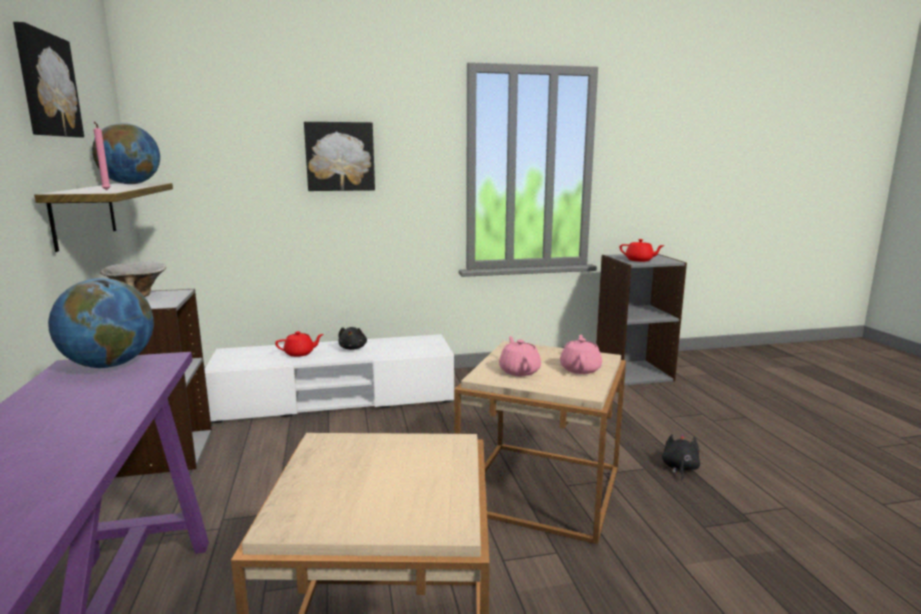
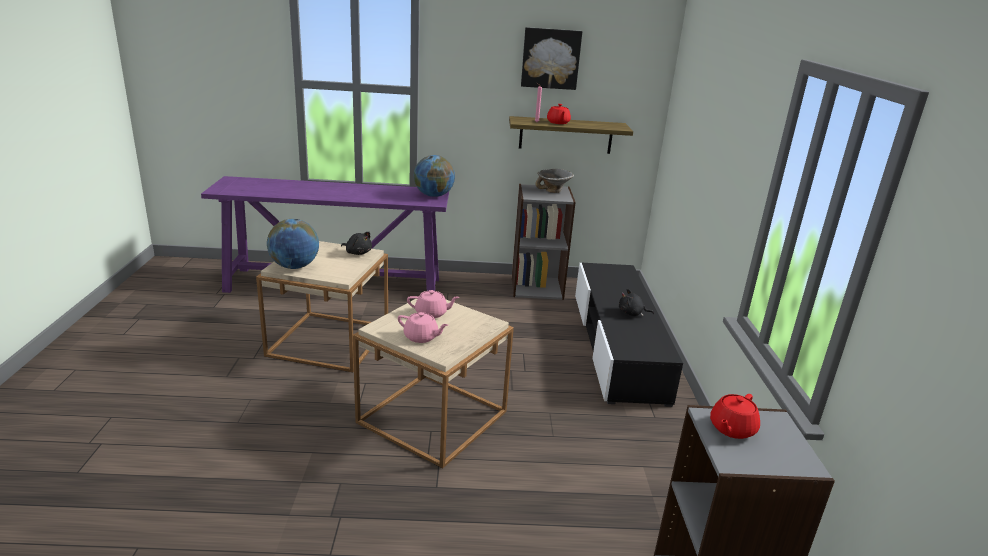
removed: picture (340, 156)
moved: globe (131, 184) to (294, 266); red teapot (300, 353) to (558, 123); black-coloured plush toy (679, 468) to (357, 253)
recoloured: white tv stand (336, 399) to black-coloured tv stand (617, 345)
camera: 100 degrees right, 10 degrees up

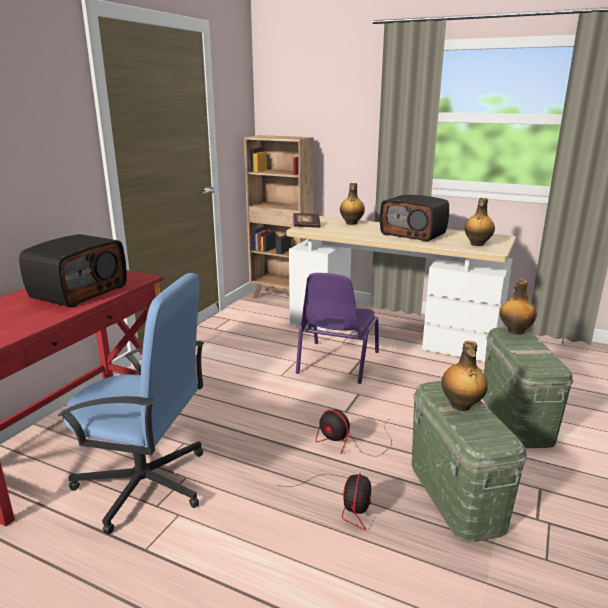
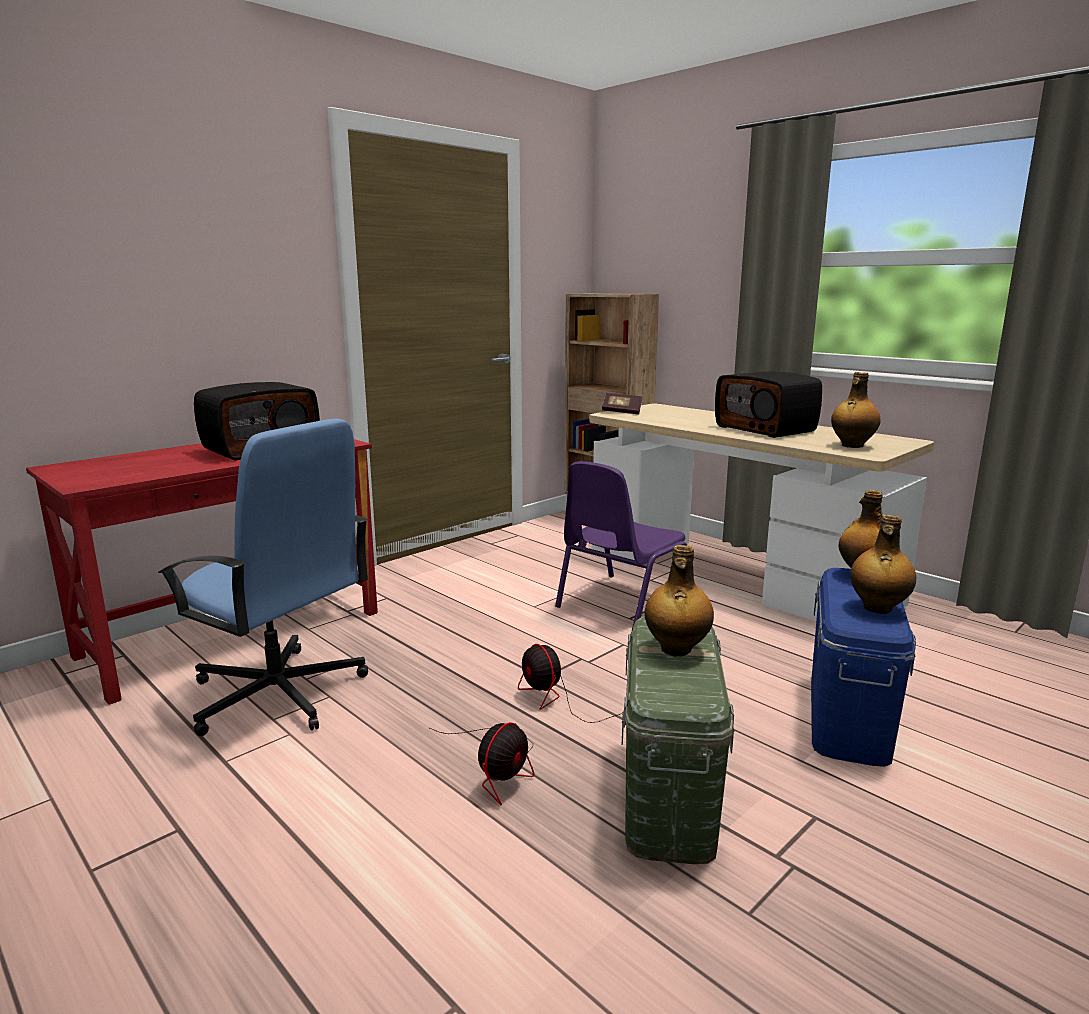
moved: drink bottle (351, 223) to (877, 608)
recoloured: greenish storage bin (516, 418) to blue storage bin (849, 717)
camera: 20 degrees right, 5 degrees down

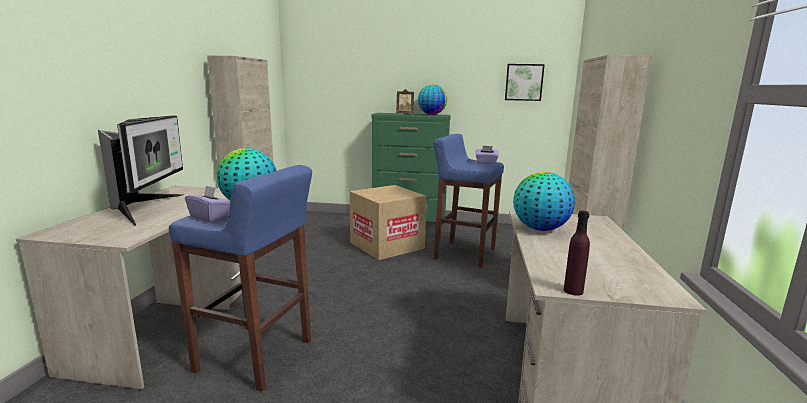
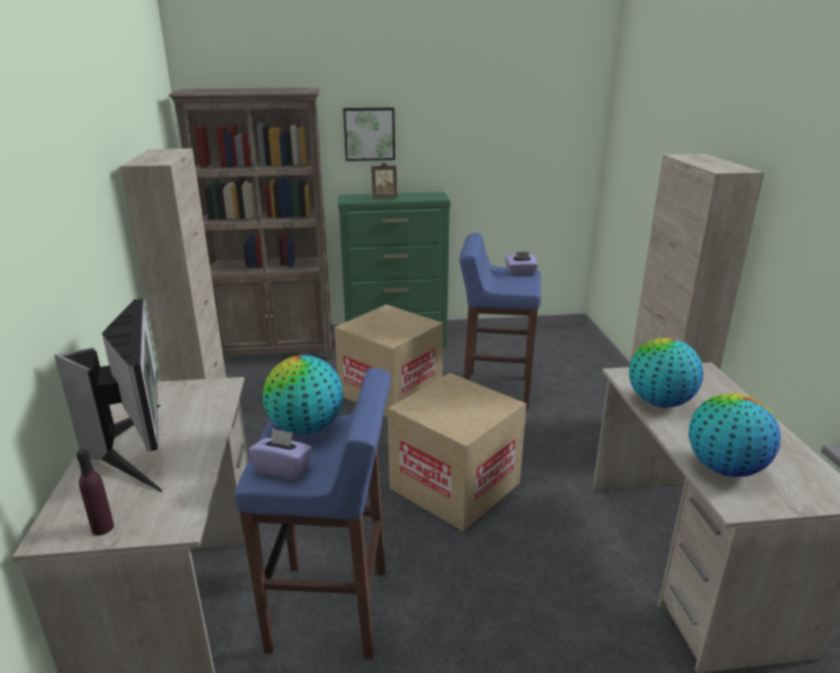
added: brown-coloured shelving unit (276, 352); cardboard box (455, 485)
moved: globe (431, 114) to (724, 468); picture (524, 82) to (369, 134); purple drink bottle (573, 291) to (102, 528)
camera: 15 degrees left, 10 degrees up

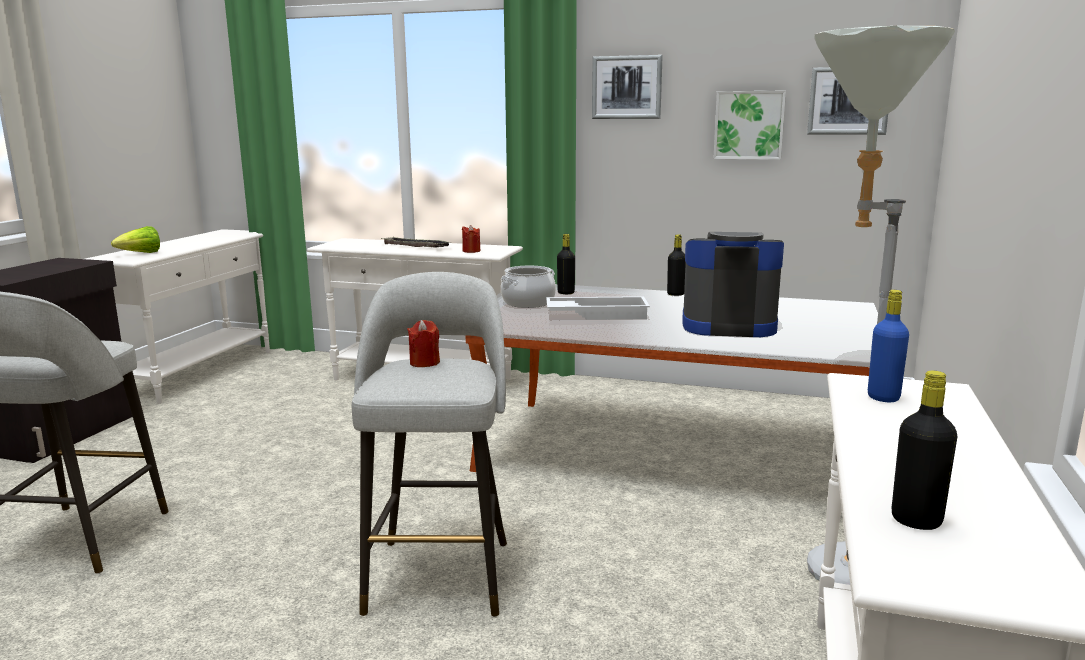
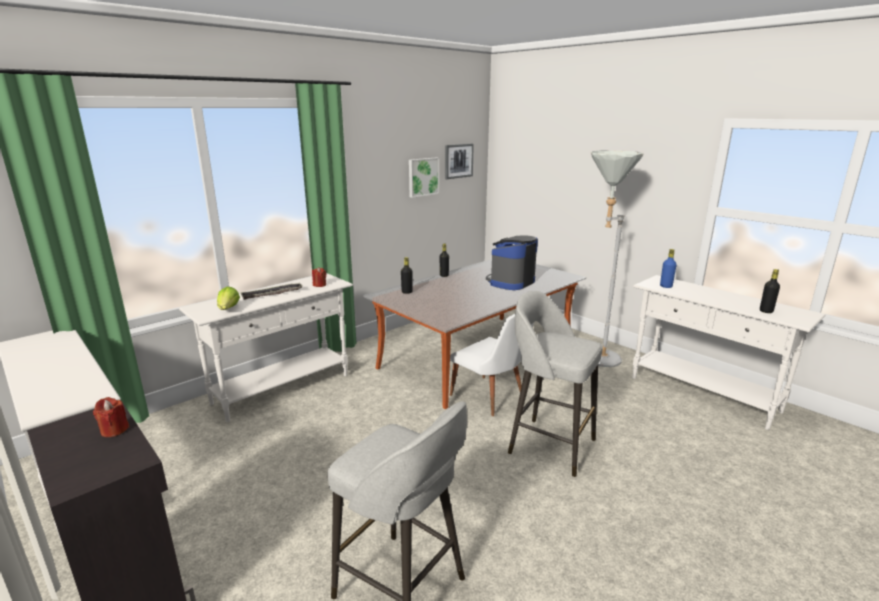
removed: cooking pot (528, 302); white serving tray (597, 314); picture (626, 87)
added: white plain chair (492, 399)
moved: lettuce (141, 254) to (228, 309); red wax light (424, 363) to (114, 430)
camera: 60 degrees left, 5 degrees up

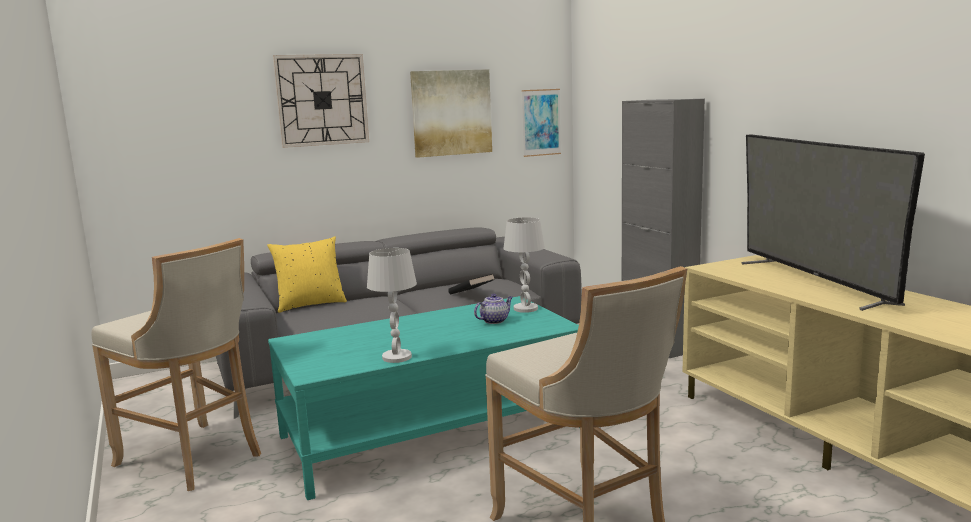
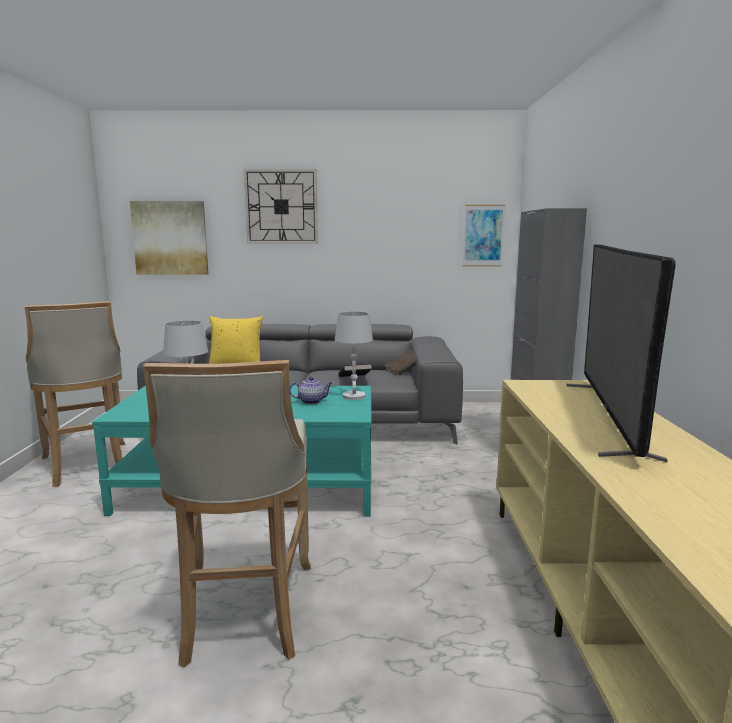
added: brown-coloured volume (404, 371)
moved: picture (451, 113) to (170, 238)
camera: 25 degrees right, 0 degrees up

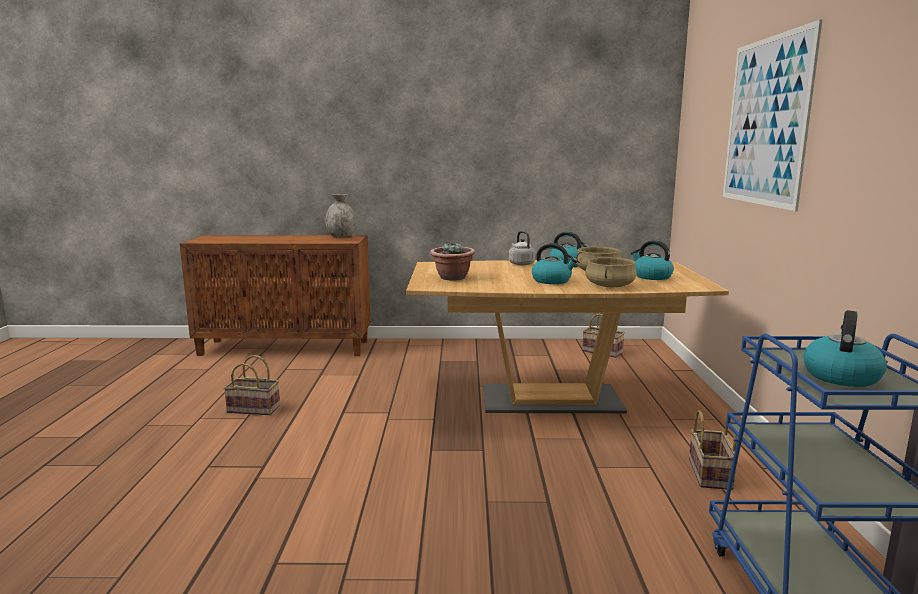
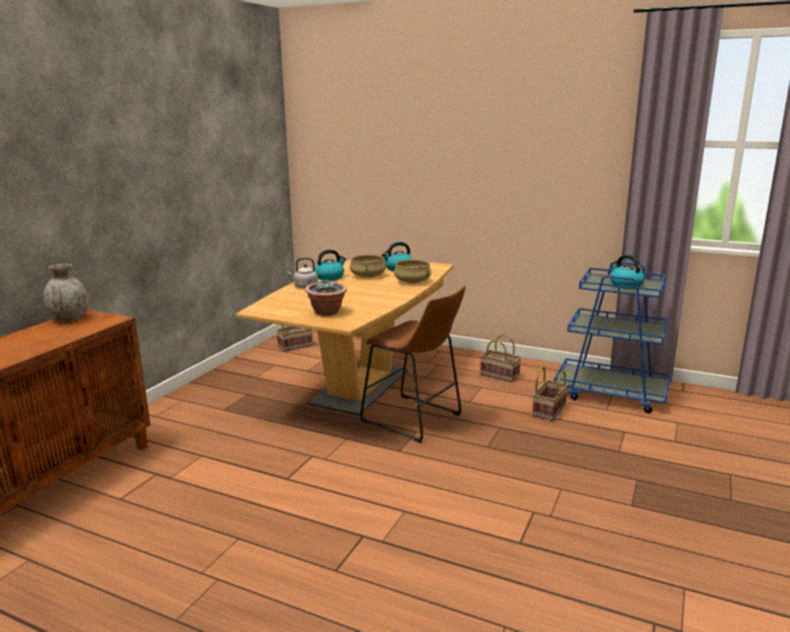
removed: water kettle (552, 281); picture (765, 122)
added: brown-coloured stool seat (415, 420)
moved: basket (255, 409) to (548, 410)
camera: 65 degrees left, 5 degrees up

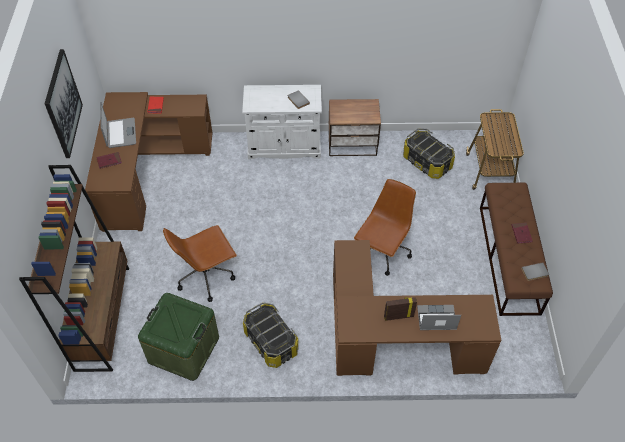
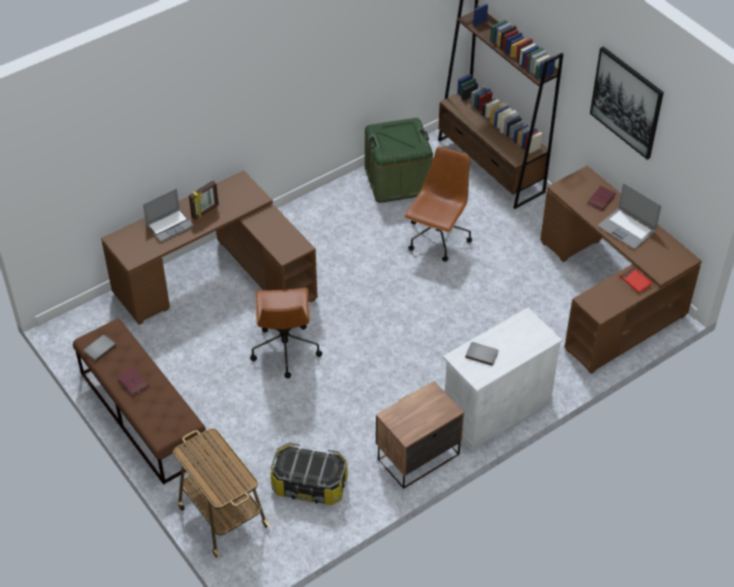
removed: storage bin (271, 342)
camera: 145 degrees right, 5 degrees down

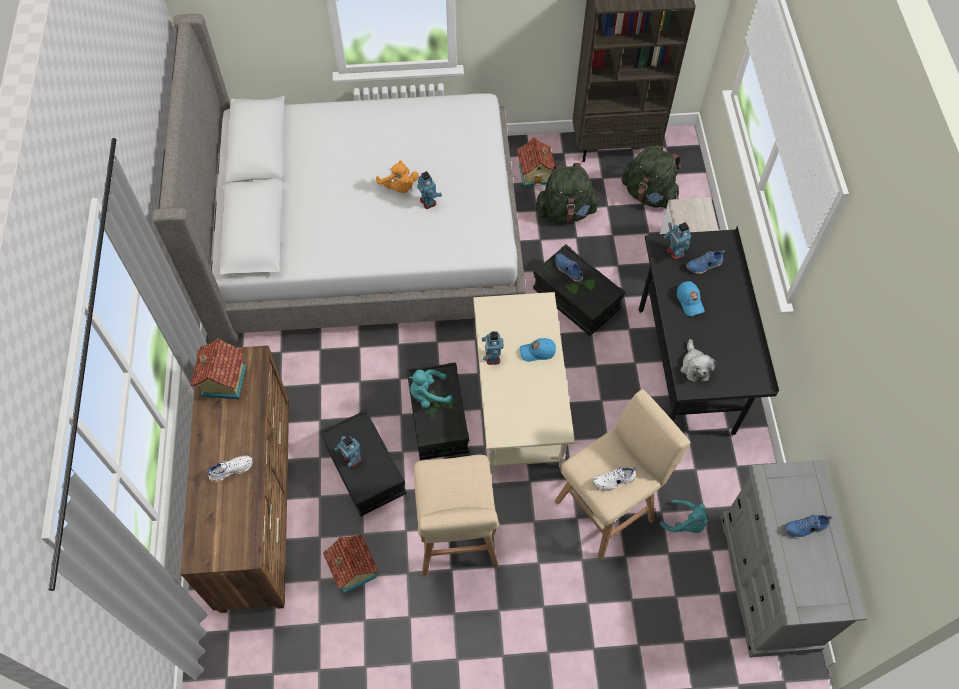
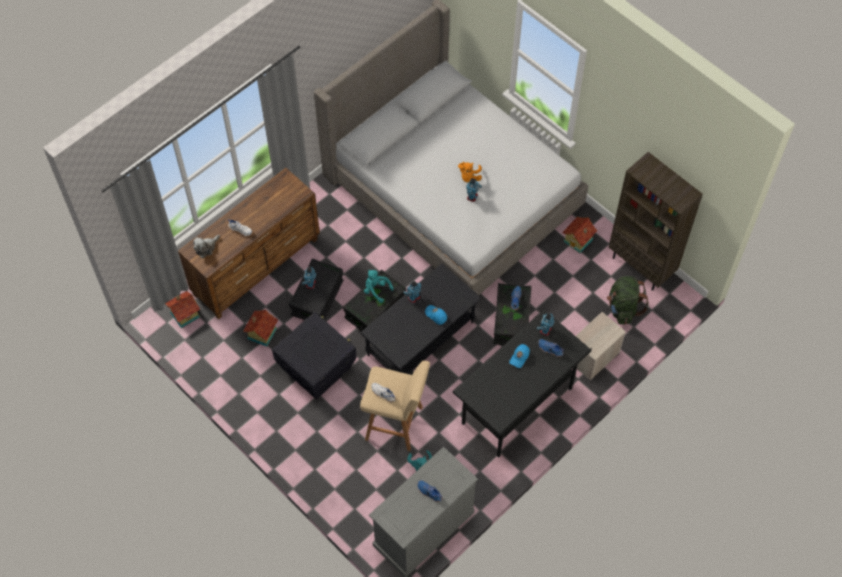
removed: greenish rucksack (565, 212)
moved: model house (223, 381) to (184, 314); plush toy (695, 366) to (206, 248)
replaced: beige-coloured stool seat (457, 541) to black-coloured storage bin (316, 368)
recoloured: beige-coloured coffee table (520, 402) to black-coloured coffee table (421, 339)
camera: 50 degrees right, 0 degrees up

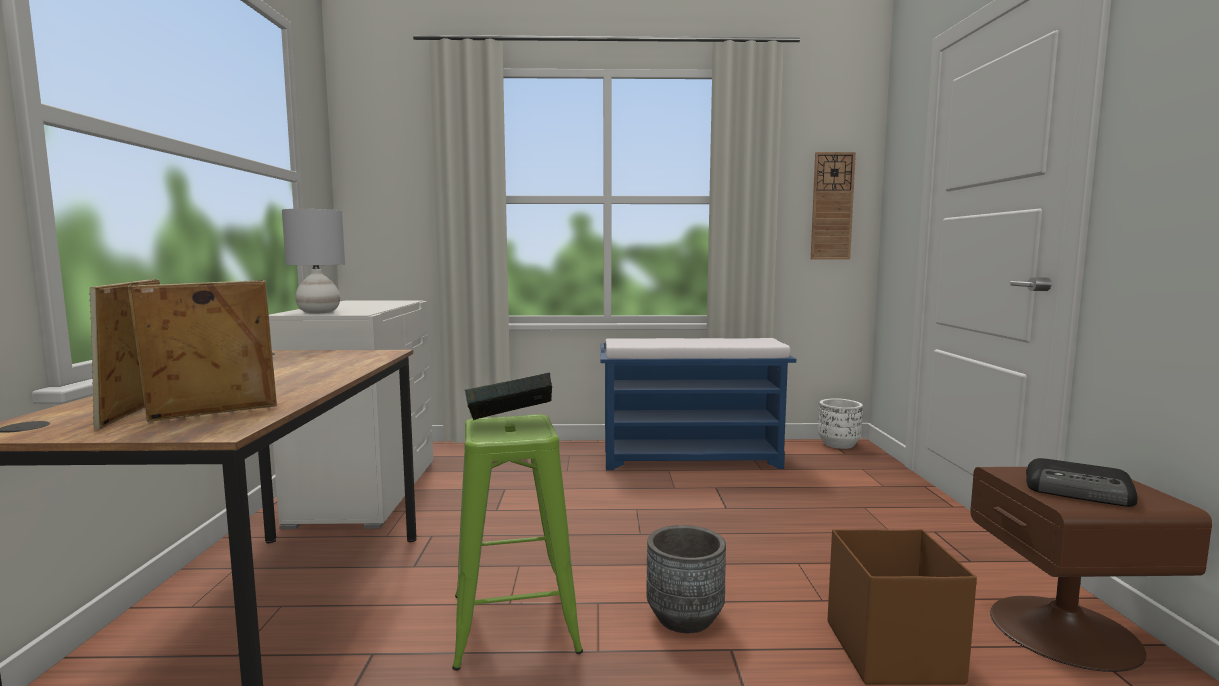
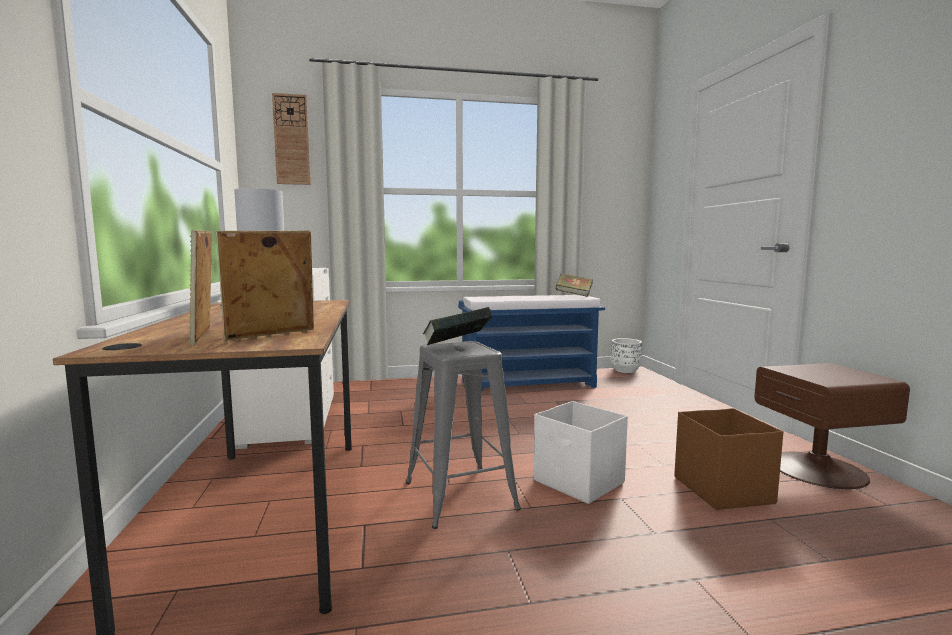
removed: radio (1080, 492)
added: volume (574, 295)
moved: clock on the wall (832, 206) to (291, 140)
replaced: greyish flower pot (685, 618) to white storage bin (579, 482)
recoloured: greenish stool seat (514, 621) to greyish stool seat (460, 495)
camera: 10 degrees left, 0 degrees up

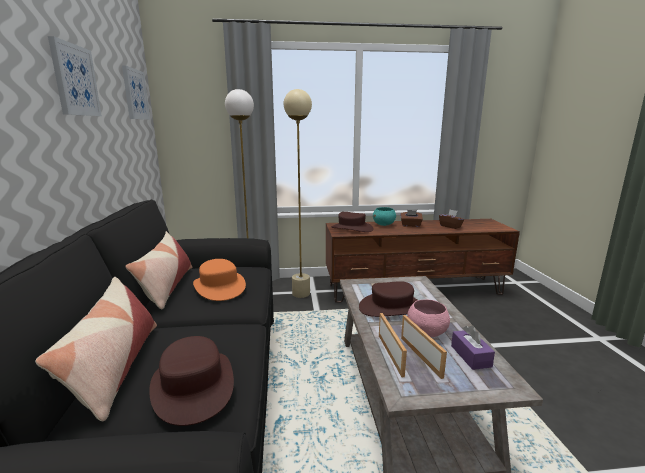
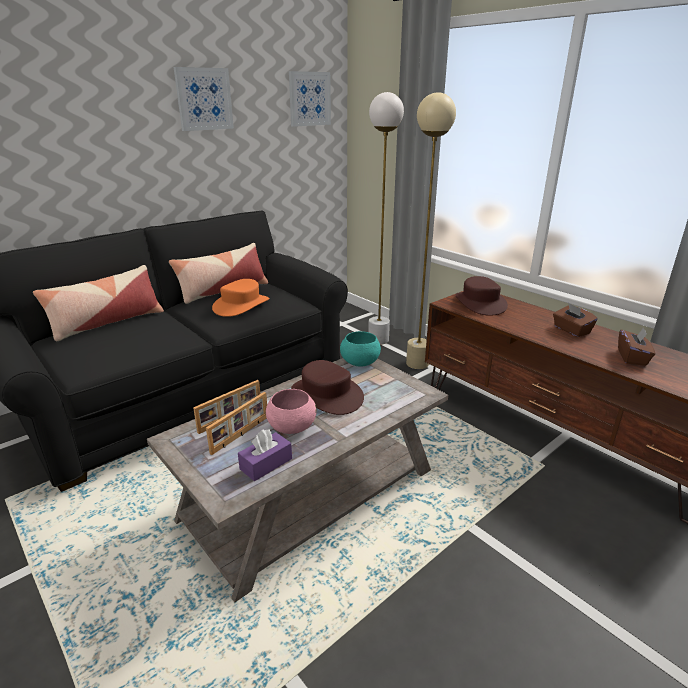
removed: brown-coloured wearable hat (193, 386)
moved: turquoise-coloured bowl (384, 224) to (360, 363)
camera: 55 degrees right, 10 degrees up

